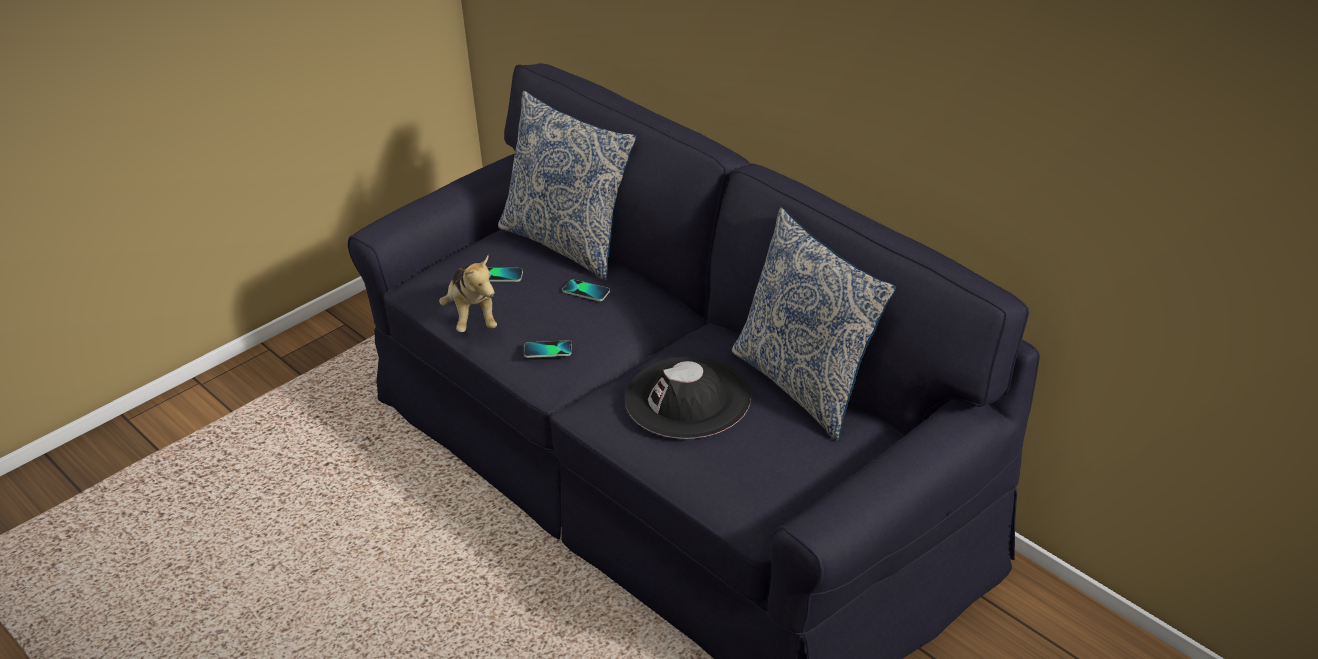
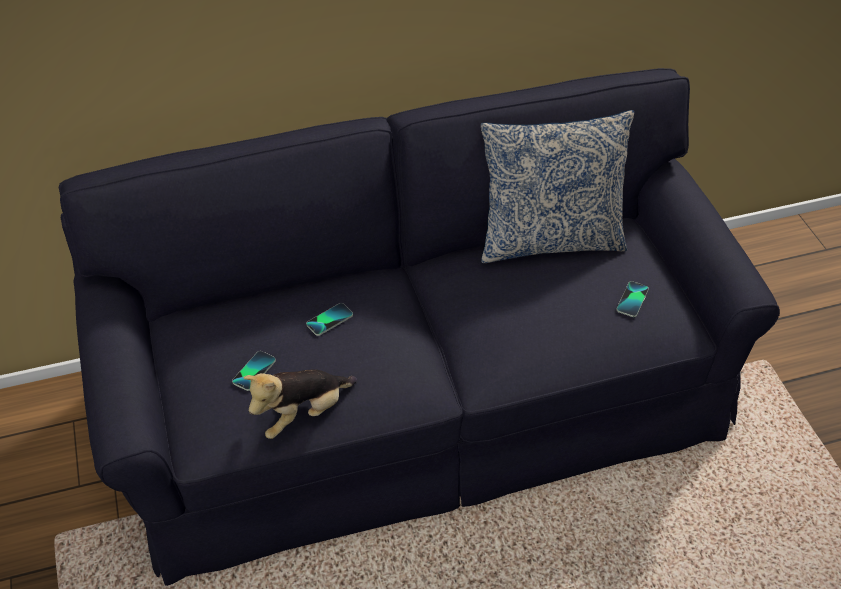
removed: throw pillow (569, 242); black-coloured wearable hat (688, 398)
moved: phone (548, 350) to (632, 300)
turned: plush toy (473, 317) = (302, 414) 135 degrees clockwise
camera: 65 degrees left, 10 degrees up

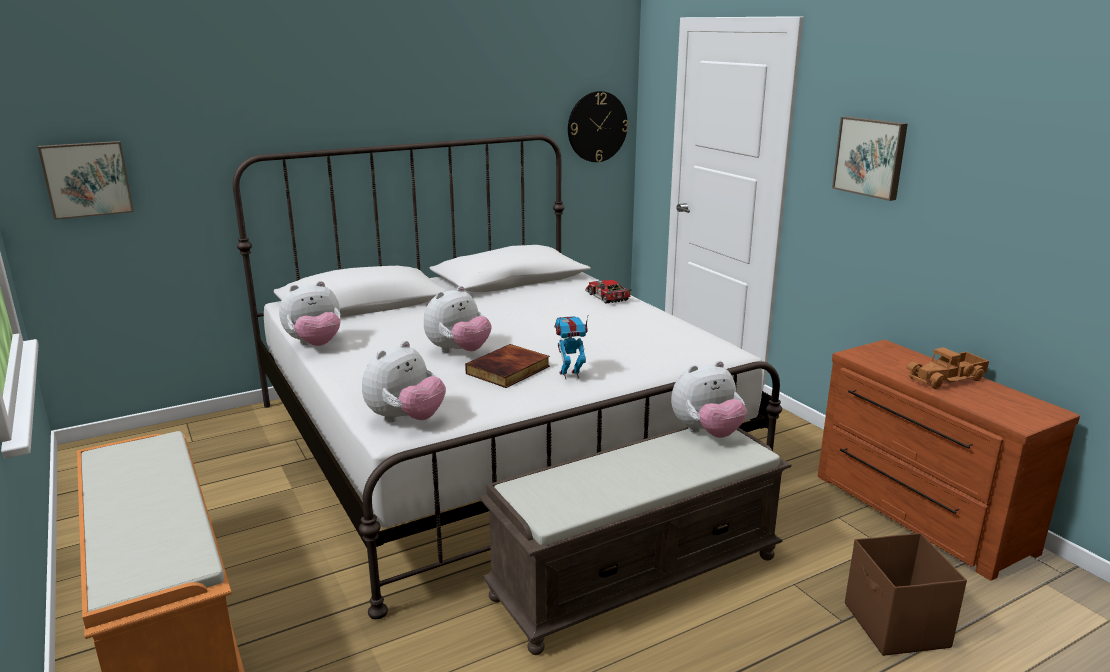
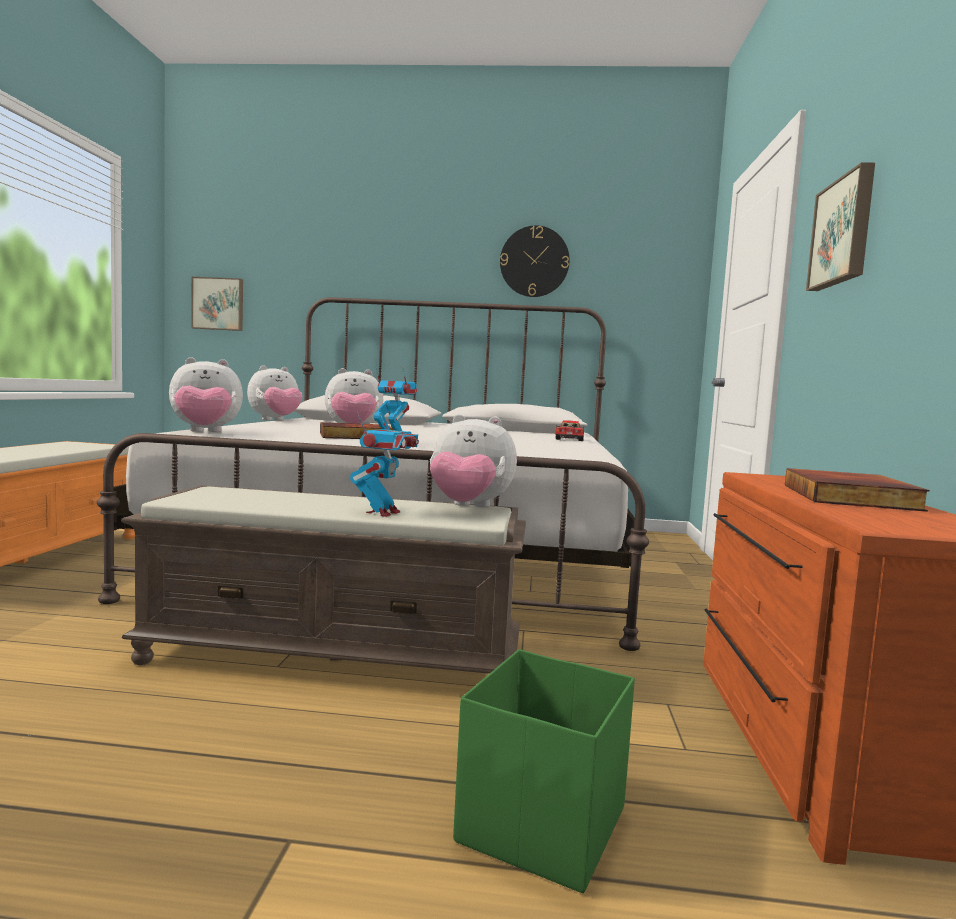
added: model robot (383, 513)
moved: clock on the wall (597, 127) to (534, 261)
replaced: toy truck (947, 379) to volume (852, 497)
recoloured: brown-coloured storage bin (896, 626) to greenish storage bin (540, 826)
turned: plush toy (315, 345) = (275, 420) 45 degrees counterclockwise
camera: 35 degrees right, 15 degrees down

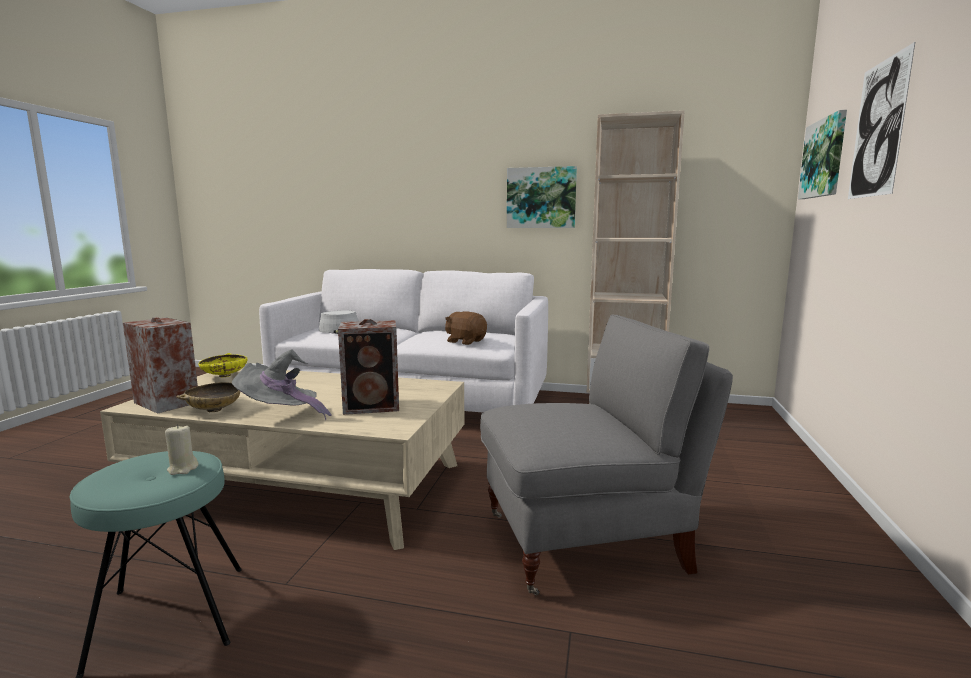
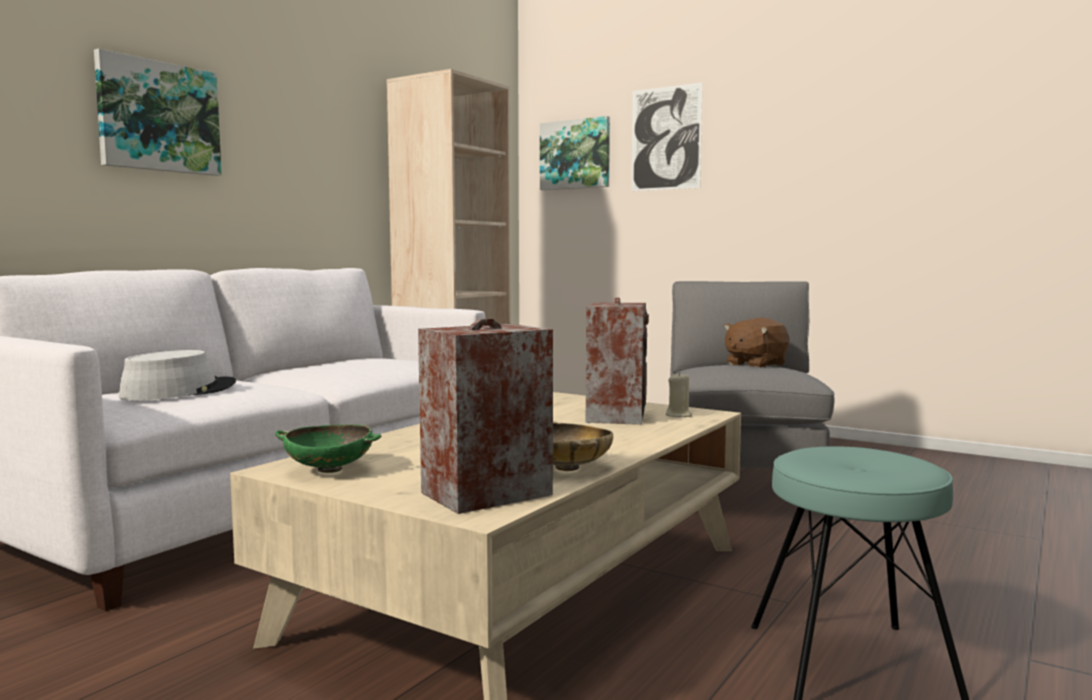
removed: greyish wearable hat (281, 415)
moved: beige-coloured wax light (183, 469) to (679, 415); brown-coloured plush toy (465, 341) to (754, 365); picture (541, 198) to (158, 117)
recoloured: yellow bowl (224, 376) to greenish bowl (329, 470)
camera: 70 degrees left, 5 degrees down

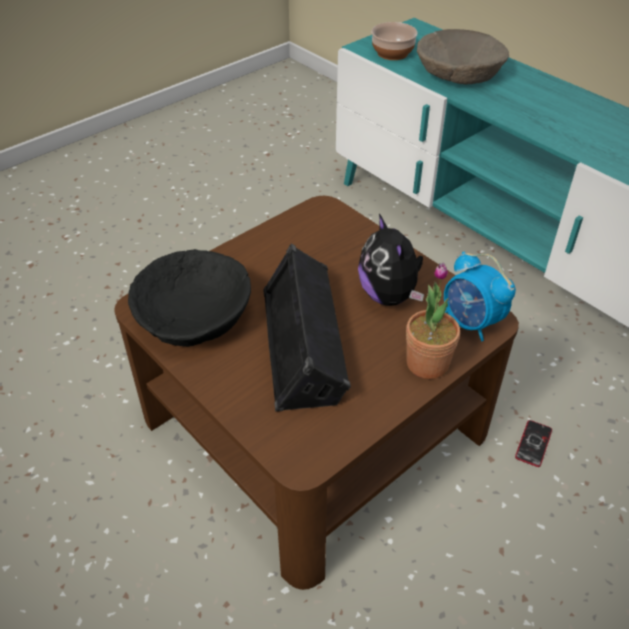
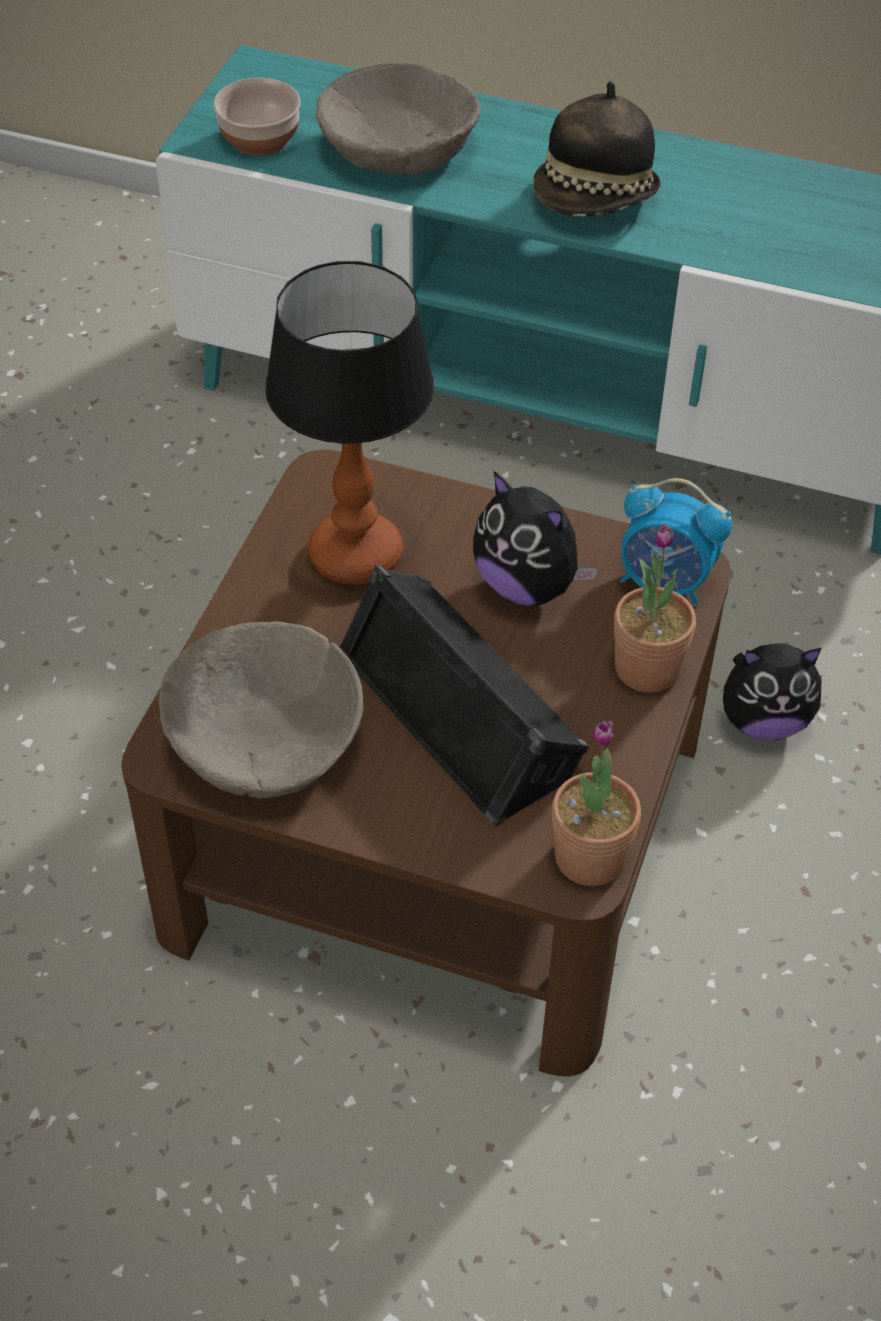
added: table lamp (357, 555); wearable hat (595, 200); plant in a pot (590, 857)
replaced: phone (533, 444) to plush toy (764, 721)
recoloured: black-coloured bowl (194, 315) to beige-coloured bowl (264, 737)
camera: 30 degrees left, 5 degrees up

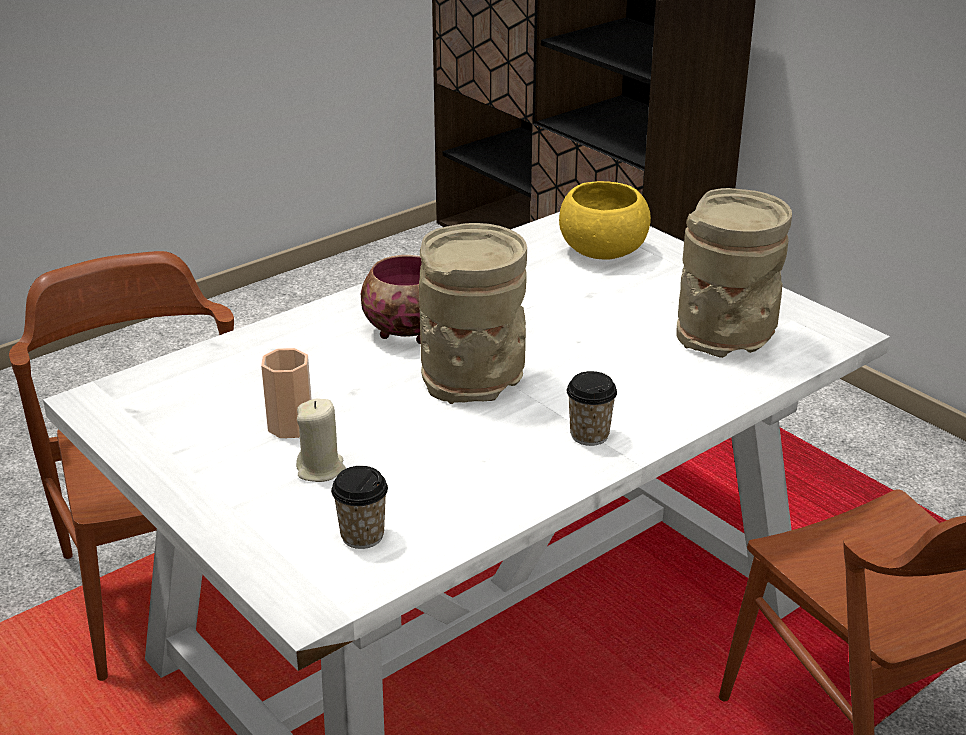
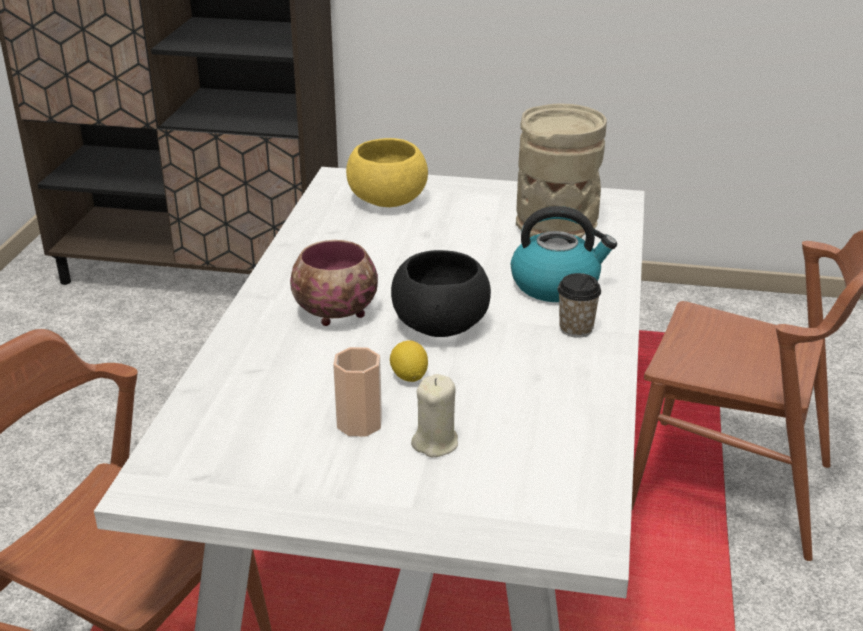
removed: drinking cup (362, 535)
added: citrus fruit (409, 377); water kettle (556, 284)
replaced: beige-coloured vase (474, 379) to black-coloured bowl (441, 326)
camera: 40 degrees left, 0 degrees up

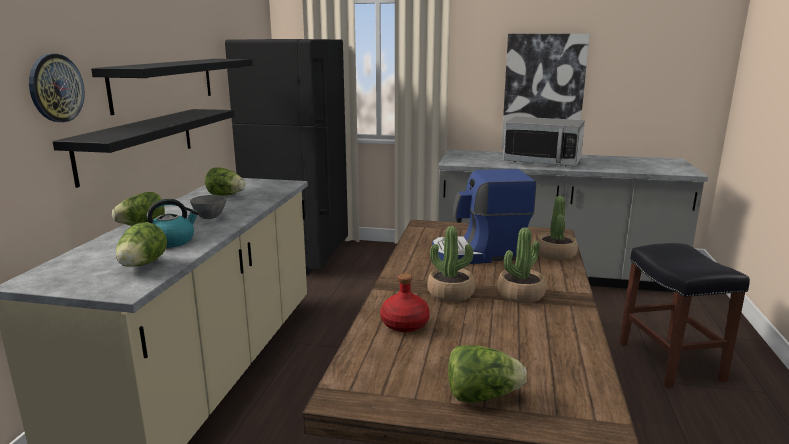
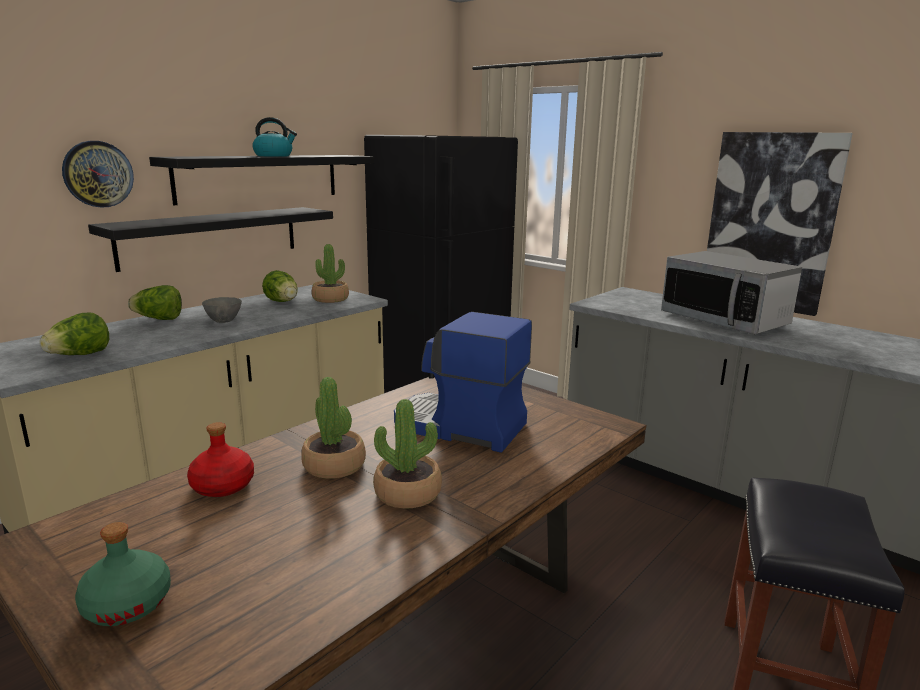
moved: water kettle (172, 241) to (274, 156); plant in a pot (556, 254) to (330, 299)
replaced: lettuce (482, 396) to greenish drink bottle (127, 604)
camera: 30 degrees right, 0 degrees up

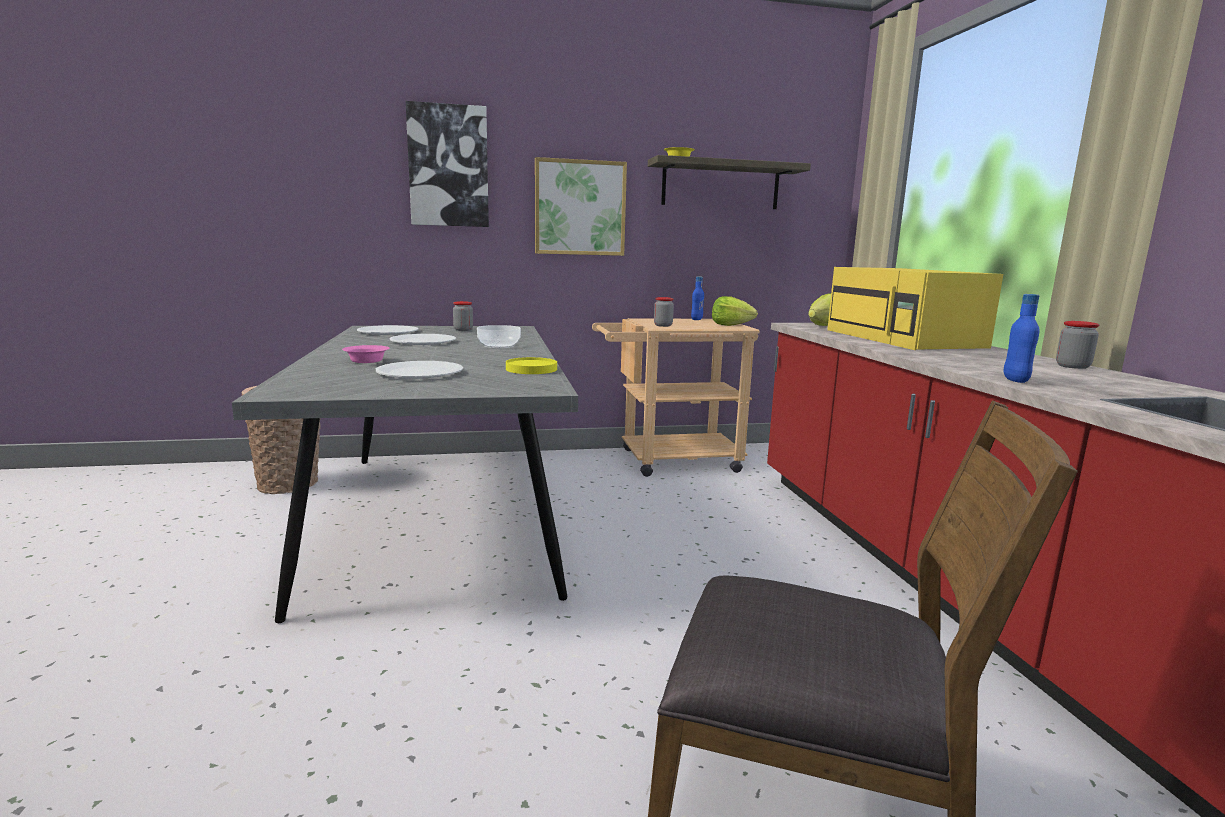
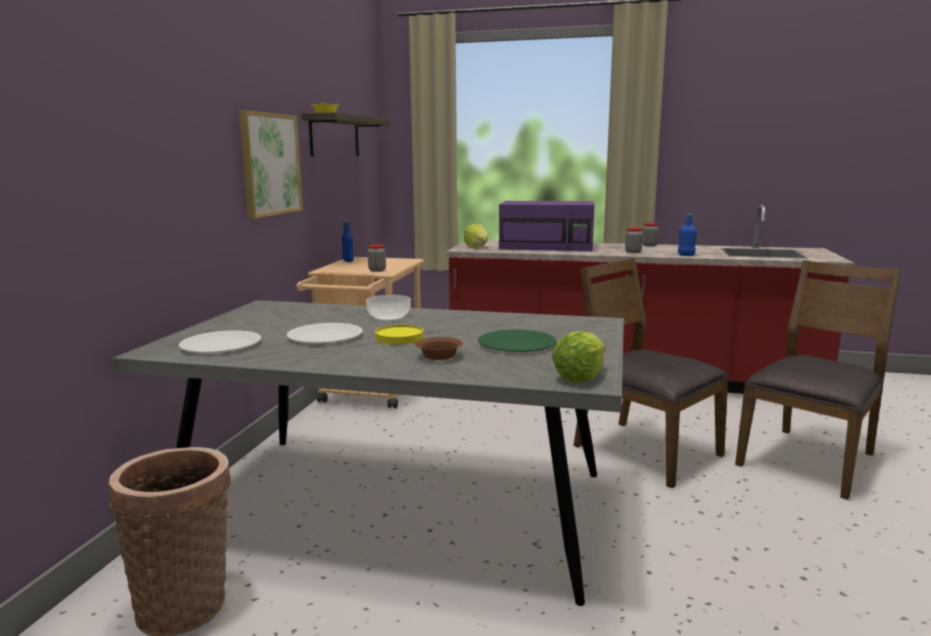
removed: picture (448, 166)
added: brown-coloured plain chair (644, 451)
moved: preserve jar (463, 330) to (633, 252); yellow flat dish (531, 369) to (399, 337); lettuce (730, 325) to (580, 377)
recoloured: pink-coloured bowl (367, 361) to brown-coloured bowl (438, 356); white flat dish (419, 372) to greenish flat dish (517, 344); yellow kitchen microwave (903, 339) to purple kitchen microwave (548, 246)
camera: 65 degrees left, 0 degrees up

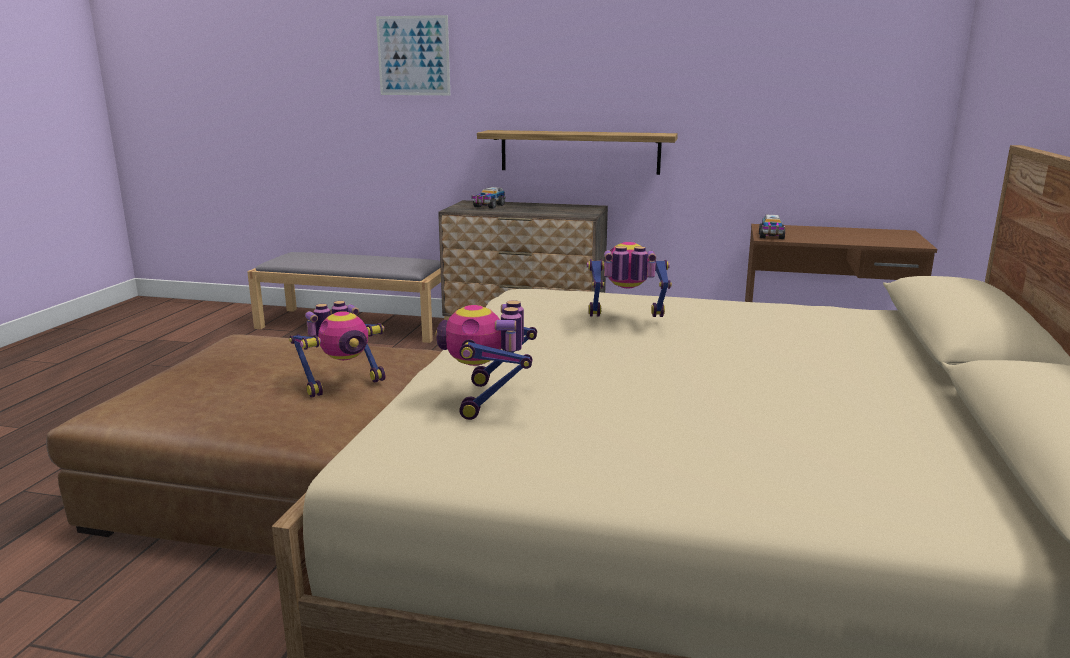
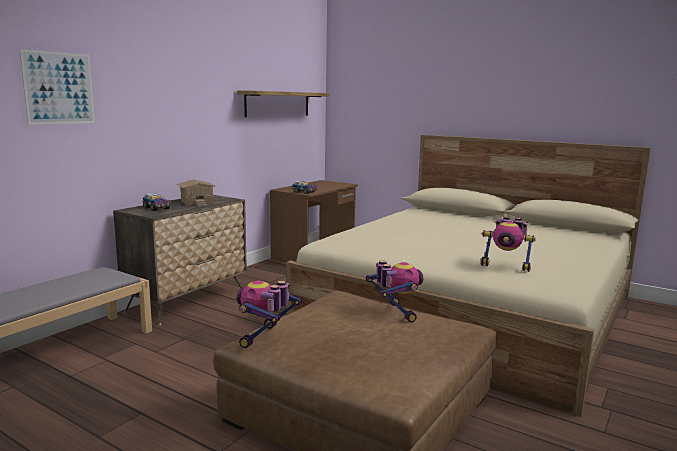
added: model house (197, 202)
moved: bracket shelf (579, 152) to (278, 104); model robot (626, 319) to (266, 338)
camera: 70 degrees left, 5 degrees down

